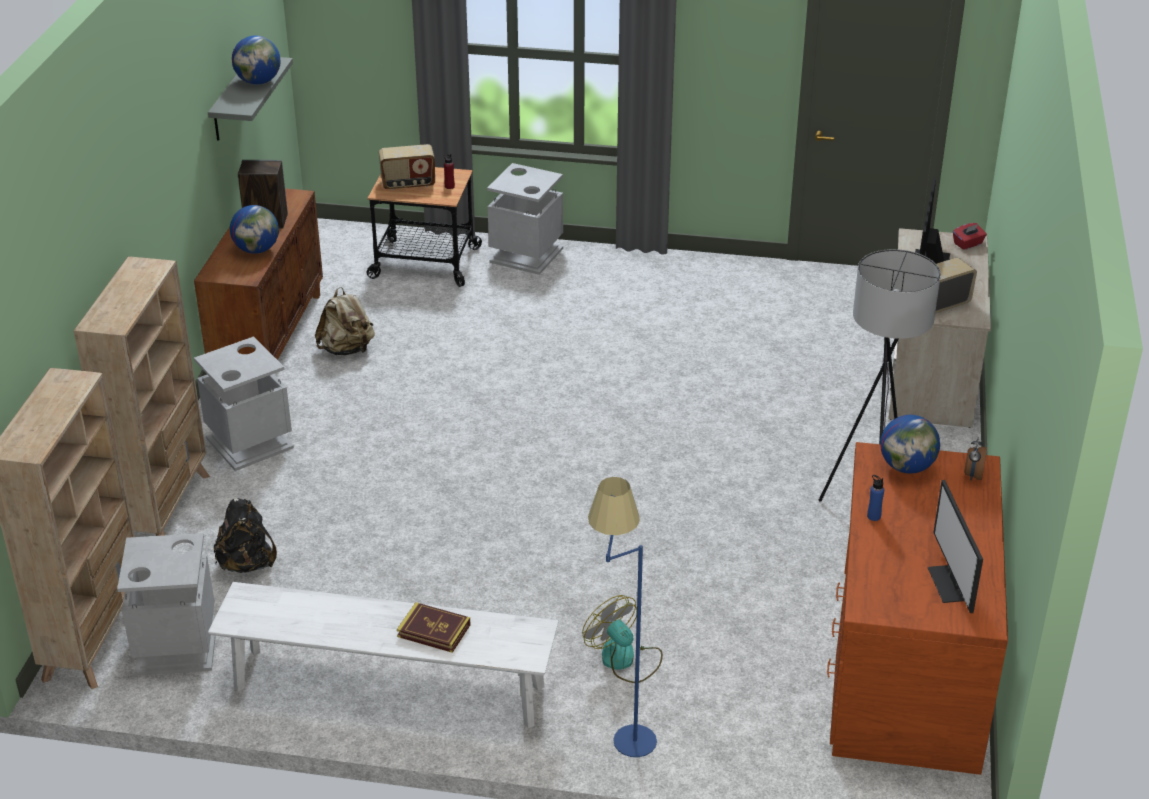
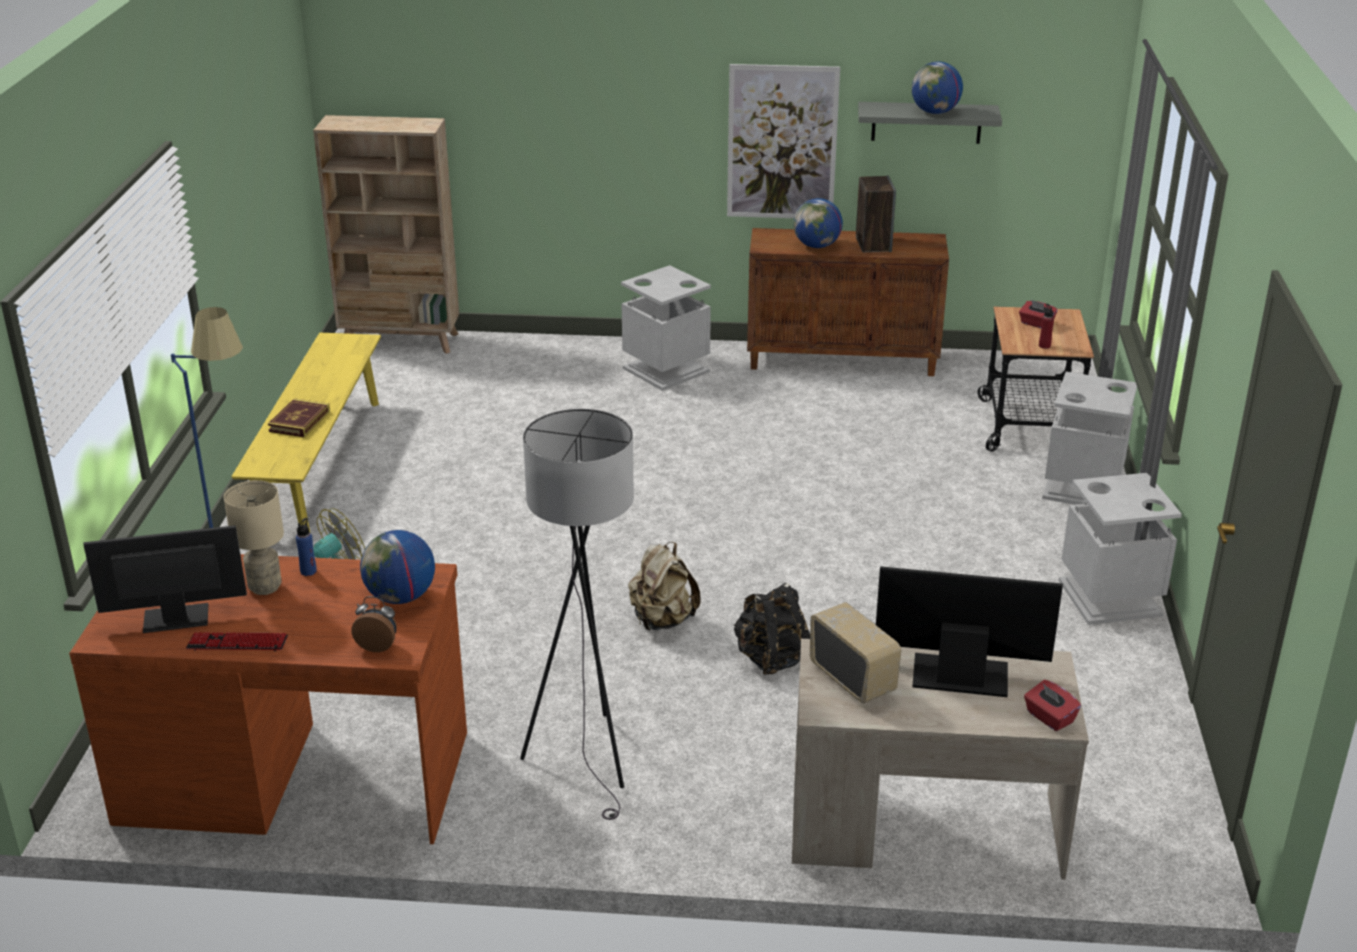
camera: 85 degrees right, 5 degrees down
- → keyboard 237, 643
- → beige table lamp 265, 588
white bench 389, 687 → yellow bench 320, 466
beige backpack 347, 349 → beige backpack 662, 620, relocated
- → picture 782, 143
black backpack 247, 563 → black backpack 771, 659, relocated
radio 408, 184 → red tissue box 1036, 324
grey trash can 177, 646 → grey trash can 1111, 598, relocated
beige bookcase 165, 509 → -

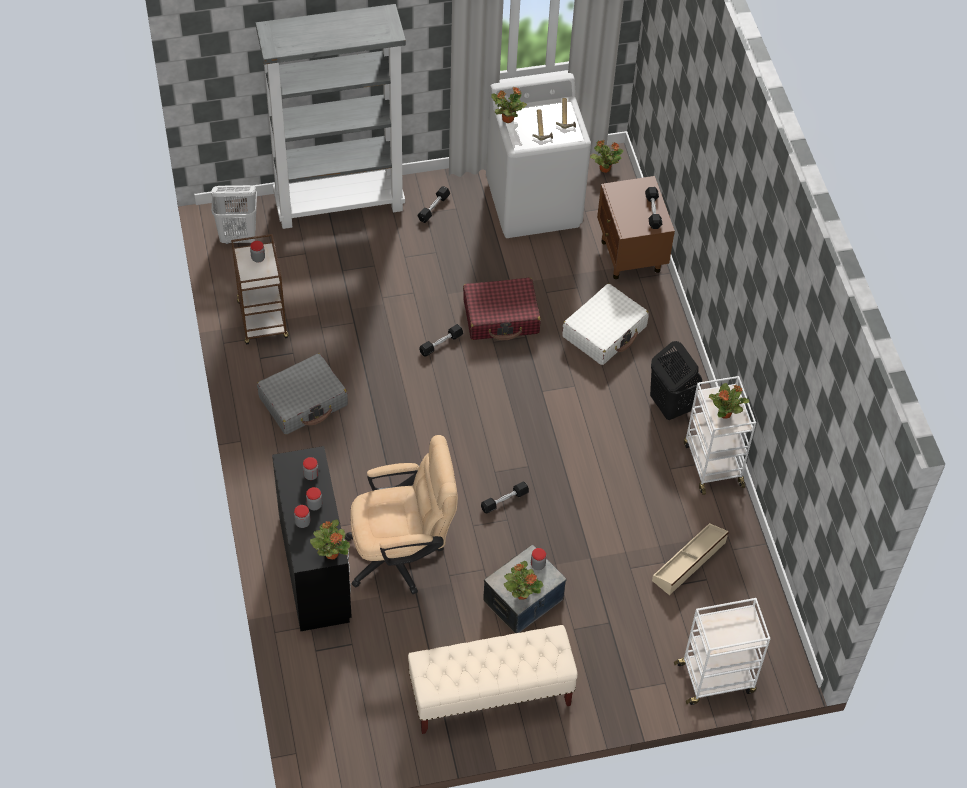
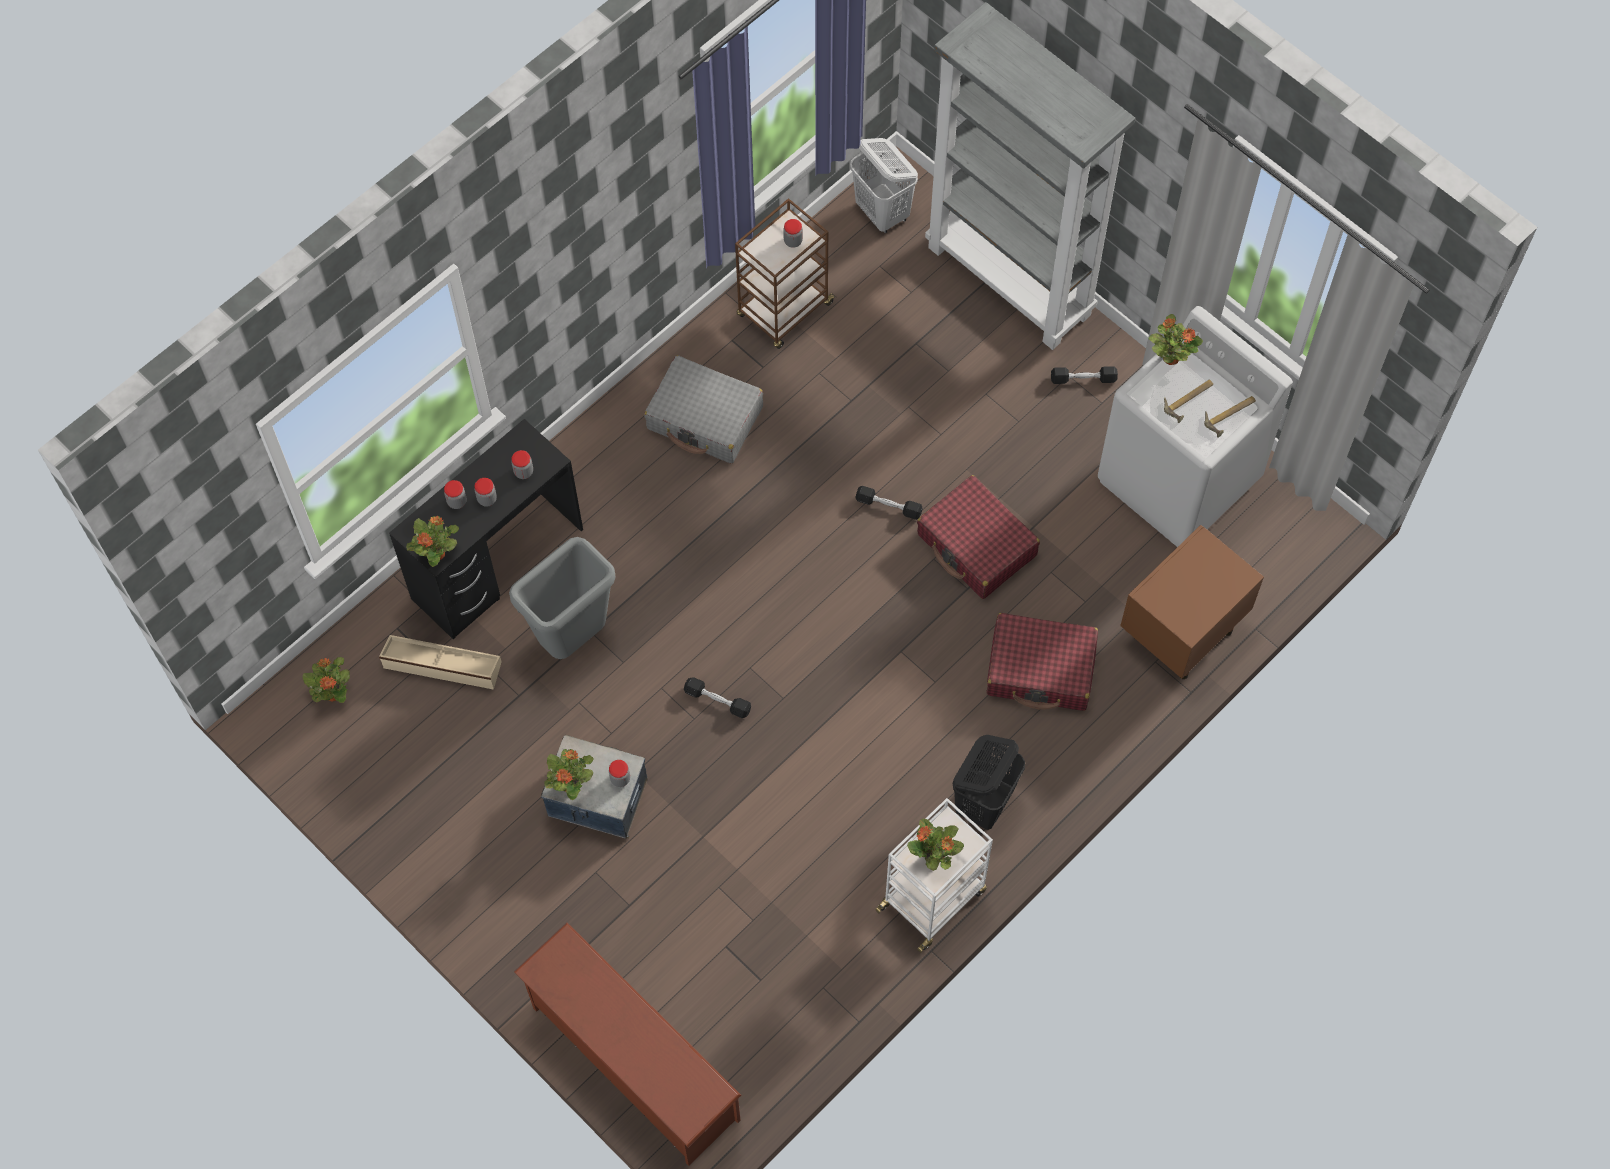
camera: 60 degrees right, 10 degrees up
potted plant 604, 168 → potted plant 333, 693, relocated
beige storage box 689, 562 → beige storage box 442, 666, relocated
beige office chair 402, 554 → grey trash can 573, 639
white cart 716, 678 → brown shoe rack 632, 1063
white suitcase 604, 332 → red suitcase 1041, 669
beige bench 490, 695 → -
black dumbbell 653, 211 → -

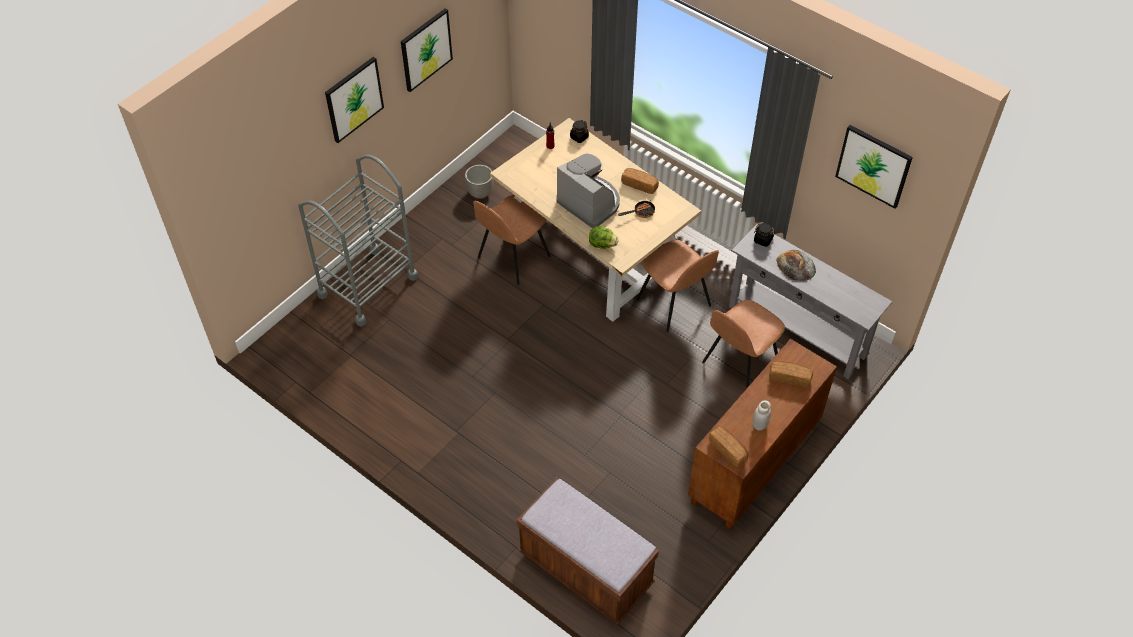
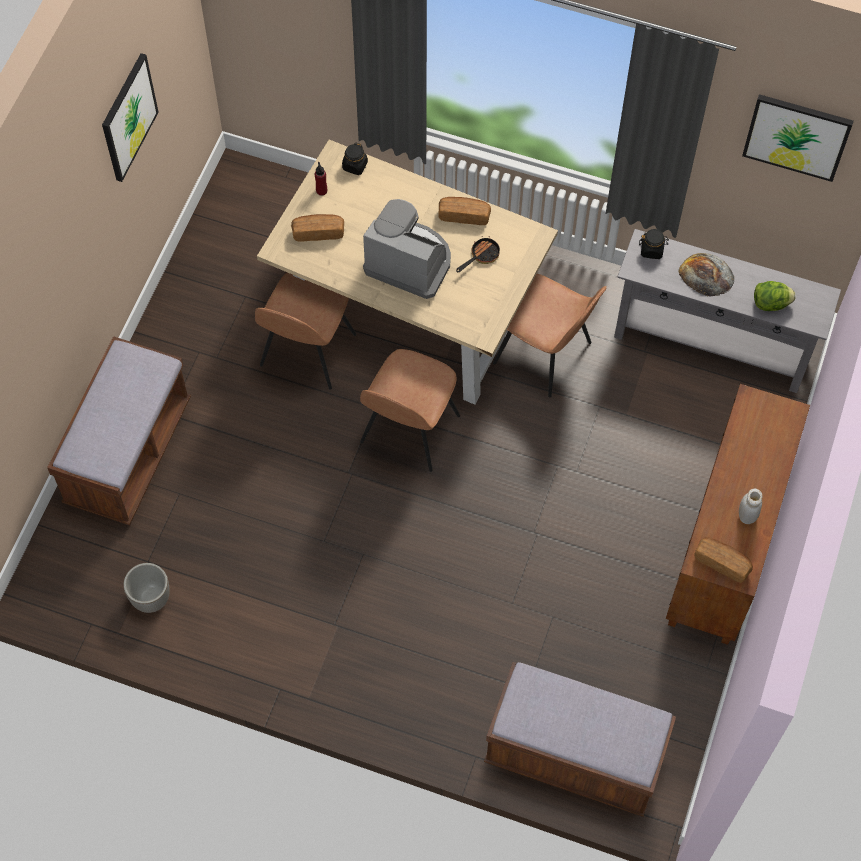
camera: 20 degrees left, 10 degrees up
grey cart 368, 286 → brown bench 128, 453
planter 480, 193 → planter 150, 598, relocated
bread 789, 377 → bread 318, 232, relocated
brown chair 739, 365 → brown chair 408, 431, relocated
lettuce 602, 244 → lettuce 770, 303, relocated
picture 353, 99 → -

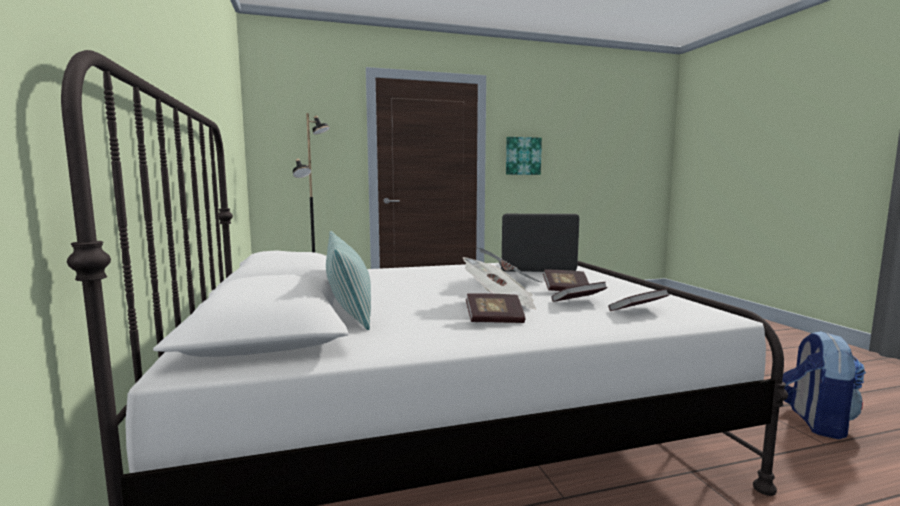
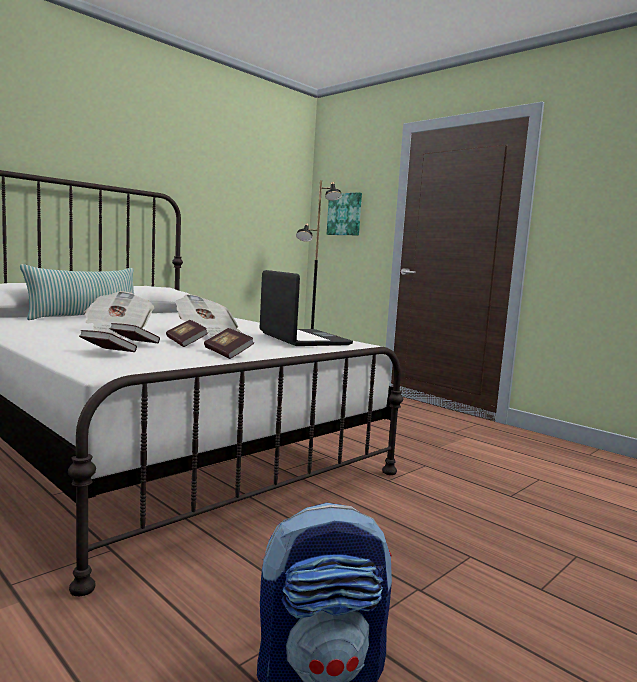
camera: 60 degrees right, 0 degrees up
book 494, 320 → book 228, 354, relocated
picture 522, 156 → picture 345, 214, relocated

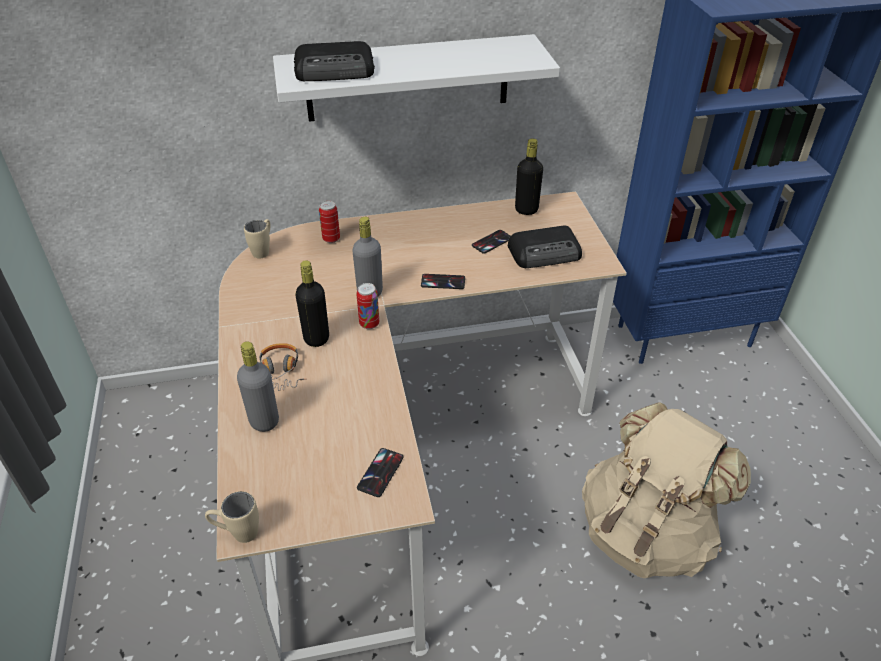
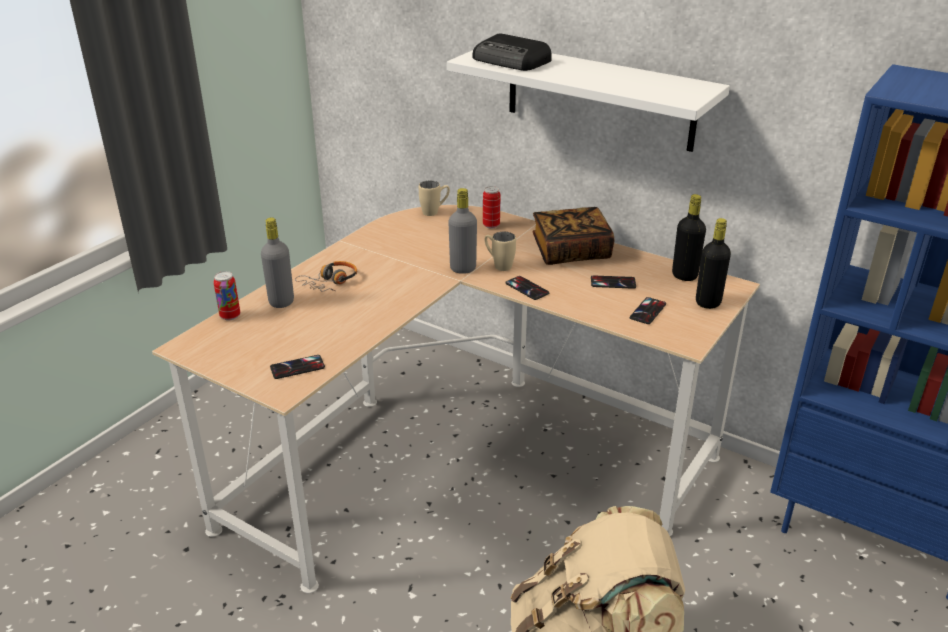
camera: 45 degrees right, 10 degrees down
can 369, 324 → can 230, 316, relocated
beige mug 237, 533 → beige mug 498, 265, relocated
- → book 571, 251
radio 546, 253 → phone 648, 311
black bottle 316, 338 → black bottle 708, 302, relocated

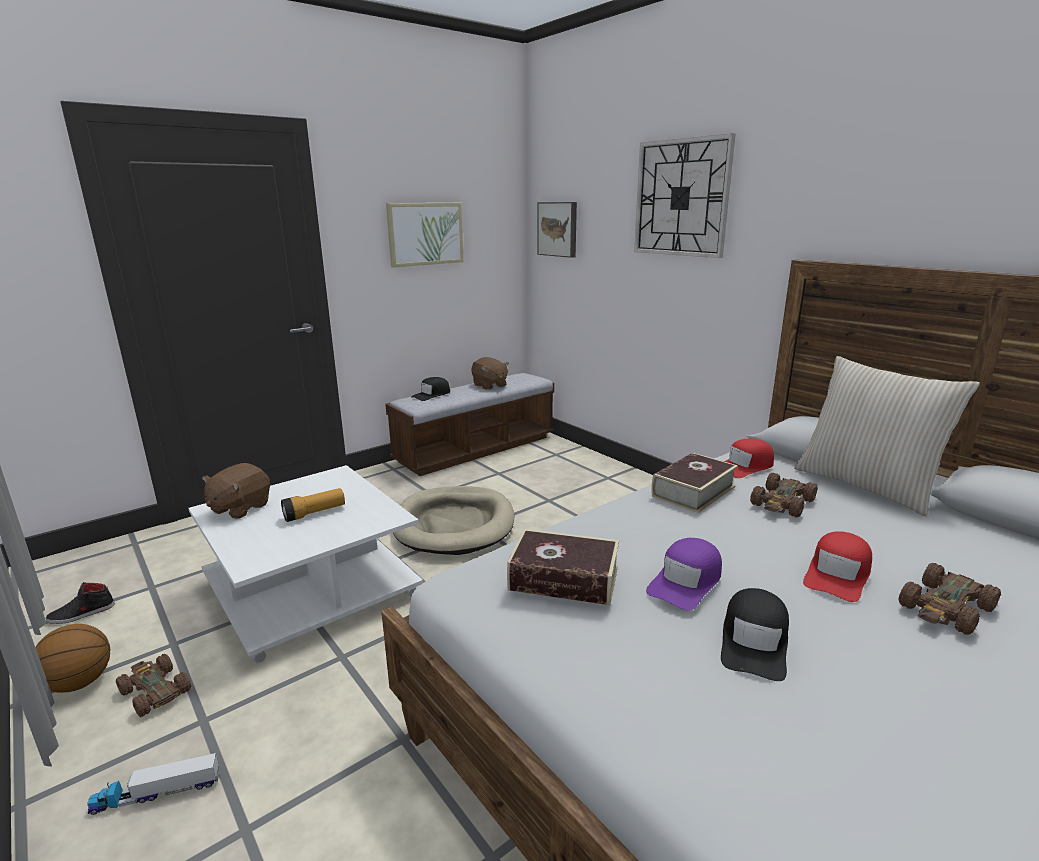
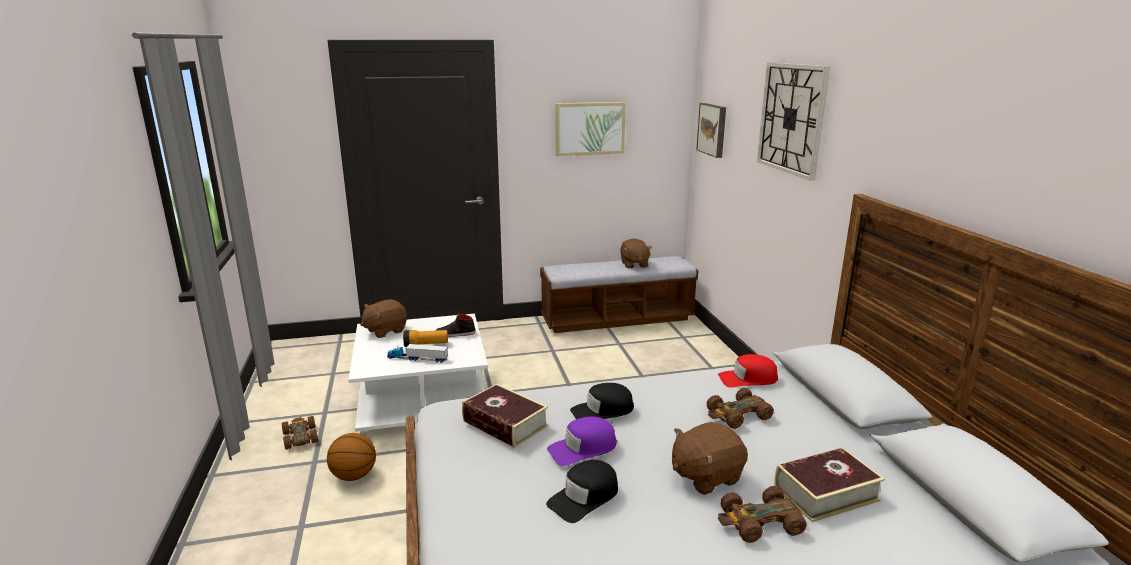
camera: 25 degrees right, 0 degrees up
basketball 80, 683 → basketball 354, 476, relocated
toy truck 157, 793 → toy truck 417, 359, relocated
black shoe 81, 614 → black shoe 455, 334, relocated
black cap 431, 395 → black cap 602, 411, relocated
red cap 838, 574 → brown plush toy 705, 476
book 693, 491 → book 826, 493, relocated
beige dog bed 454, 524 → -
beige pillow 866, 485 → -

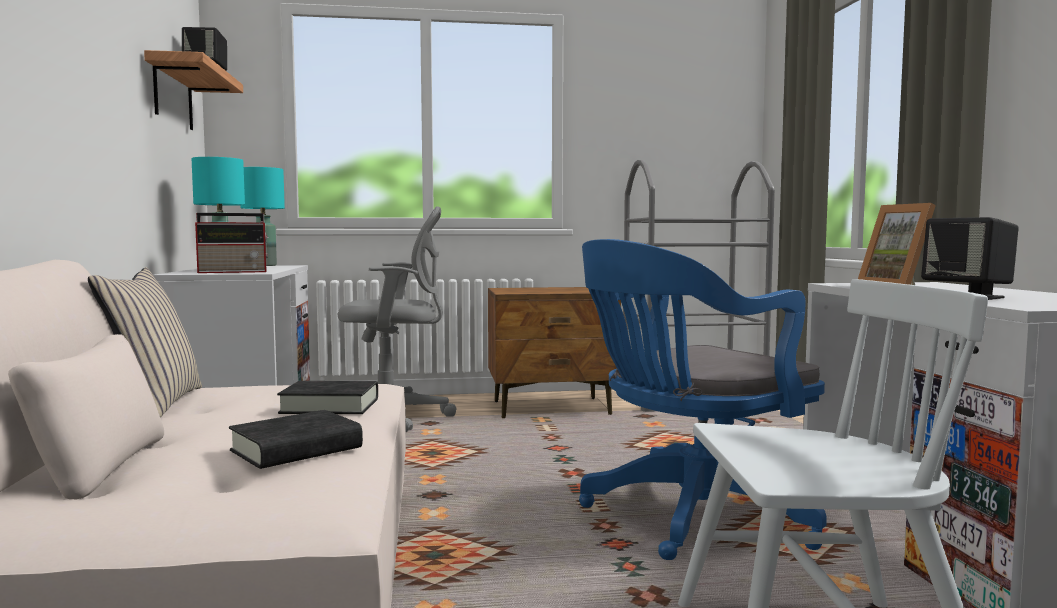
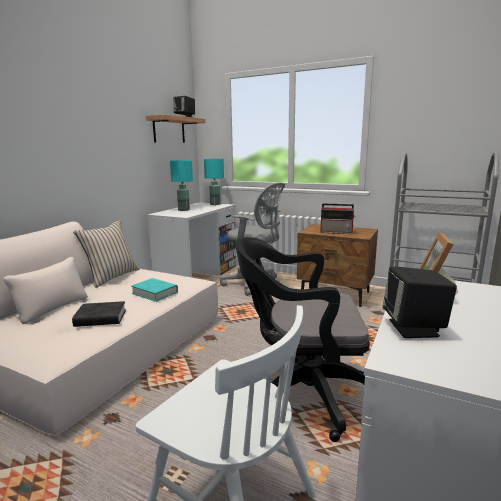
camera: 35 degrees right, 10 degrees up
black book 330, 406 → turquoise book 155, 293
blue office chair 690, 517 → black office chair 301, 392
radio 234, 272 → radio 337, 232, relocated

